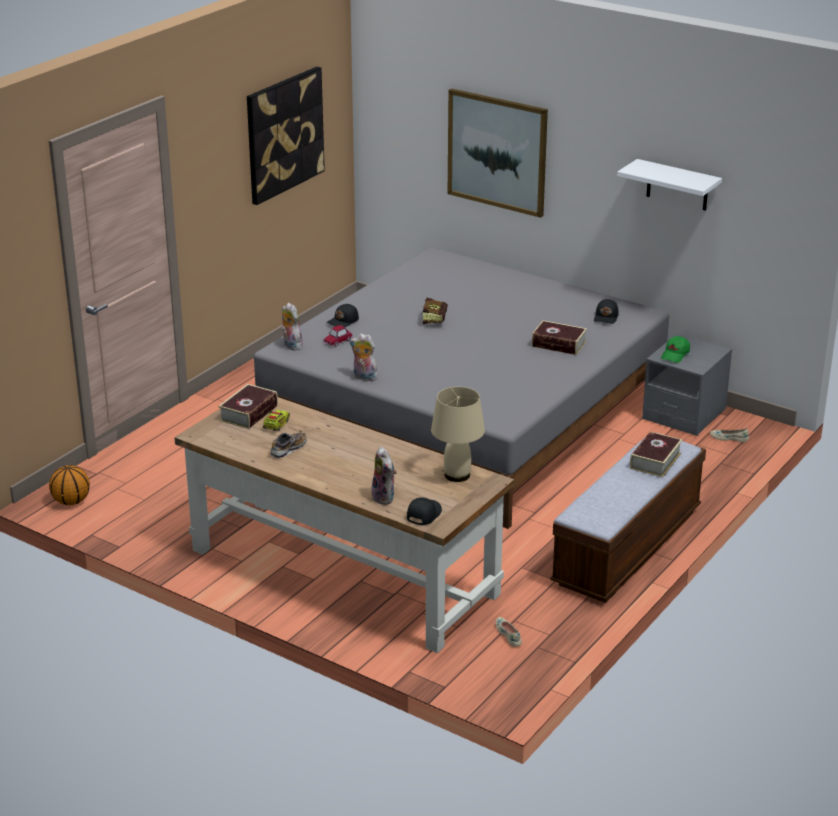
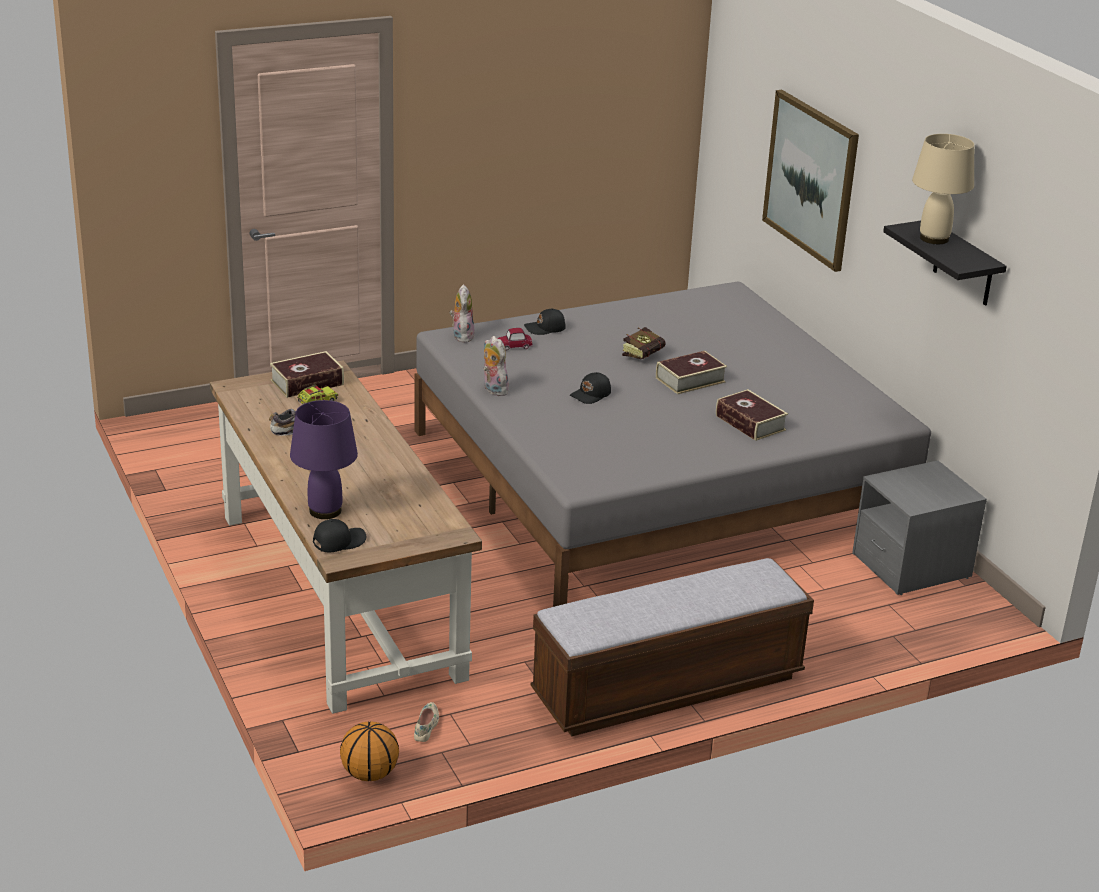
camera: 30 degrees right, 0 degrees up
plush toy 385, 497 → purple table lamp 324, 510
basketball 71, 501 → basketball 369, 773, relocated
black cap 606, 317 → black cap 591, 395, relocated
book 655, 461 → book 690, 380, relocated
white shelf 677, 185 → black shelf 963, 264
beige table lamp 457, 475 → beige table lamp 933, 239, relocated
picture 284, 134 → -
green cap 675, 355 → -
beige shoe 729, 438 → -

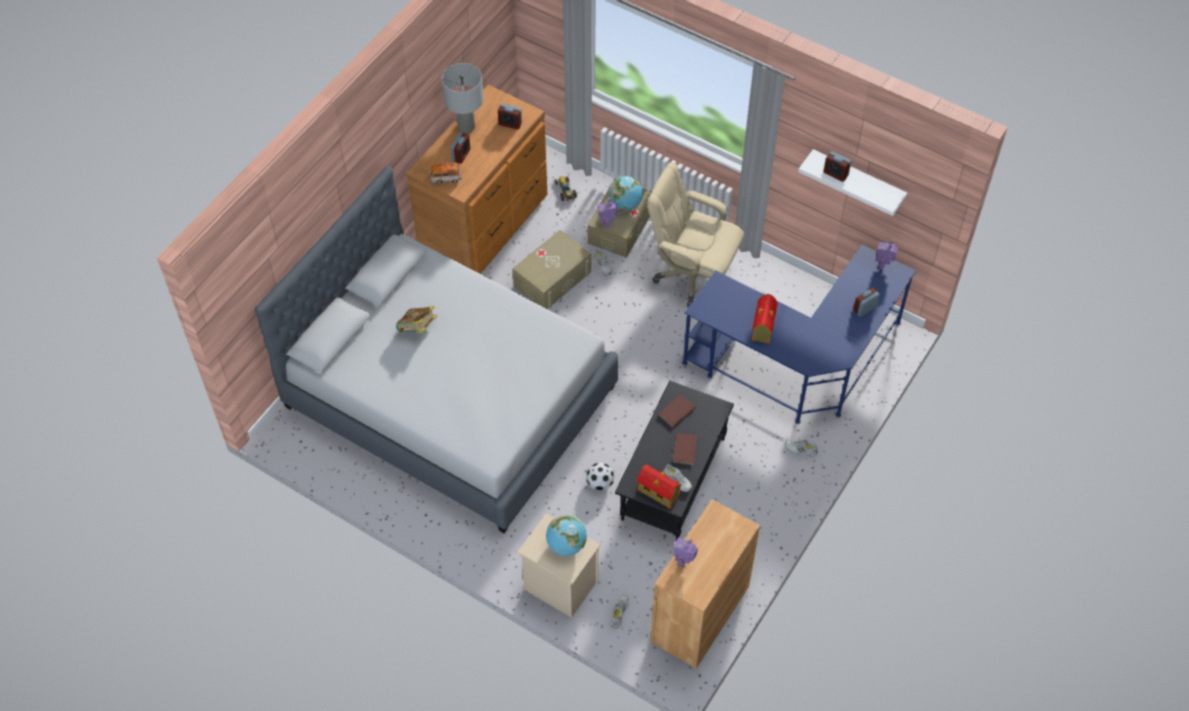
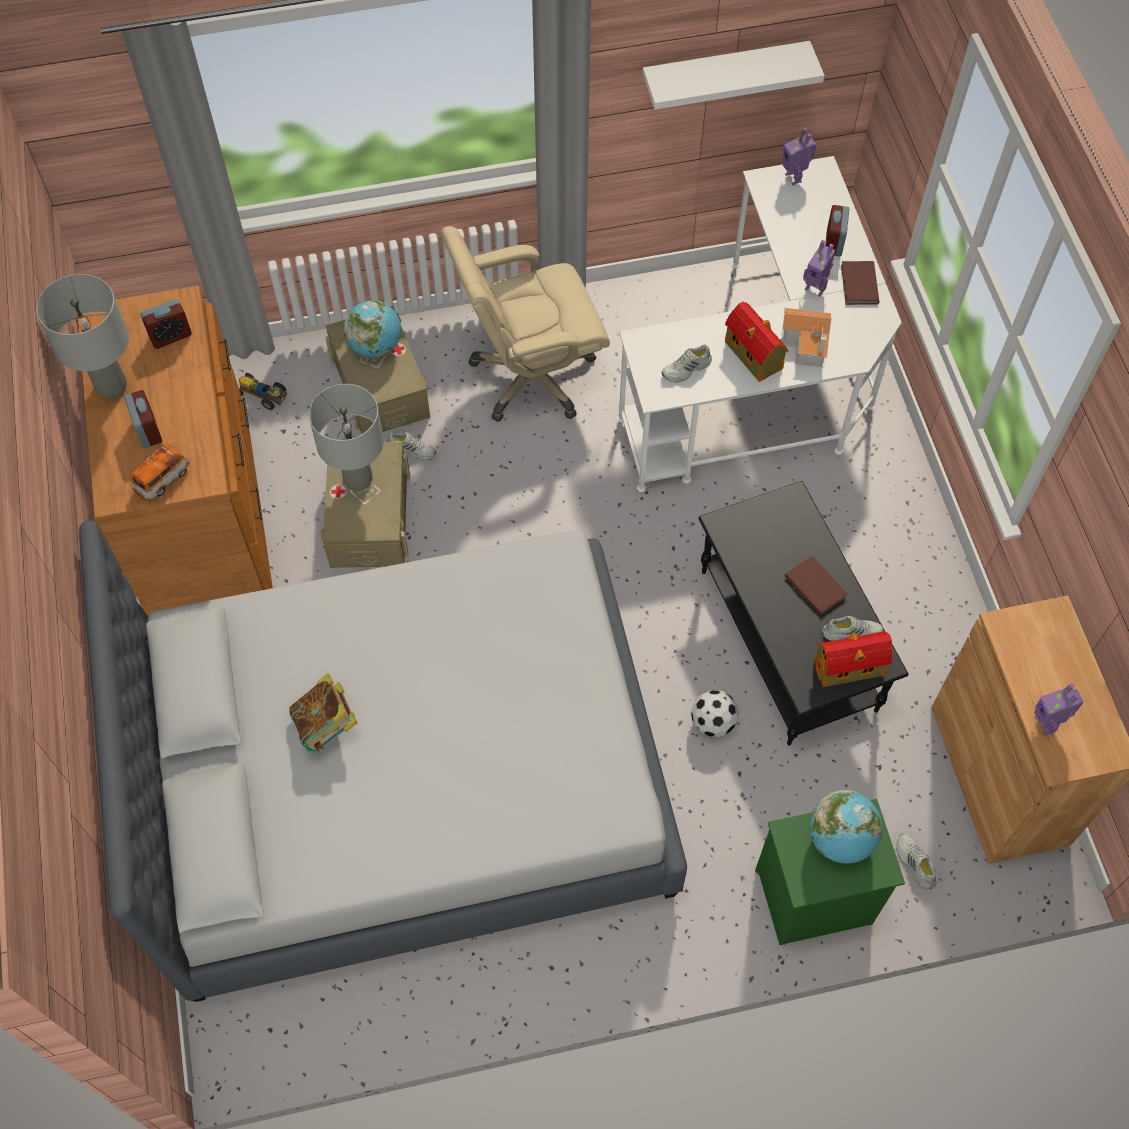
camera: 45 degrees left, 5 degrees up
- → grey table lamp 358, 478
blue desk 799, 363 → white desk 765, 382
white shoe 800, 450 → white shoe 686, 369, relocated
beige nightstand 559, 586 → green nightstand 813, 898
- → toy house 807, 344
toy robot 607, 224 → toy robot 815, 288, relocated
brown book 675, 411 → brown book 858, 285, relocated
alarm clock 835, 174 → -

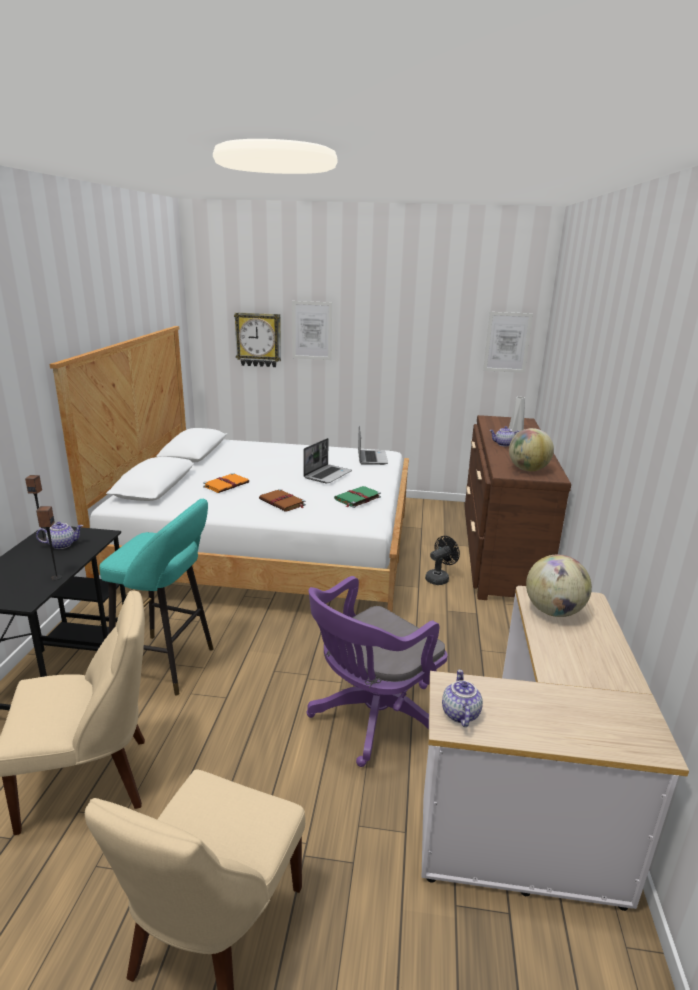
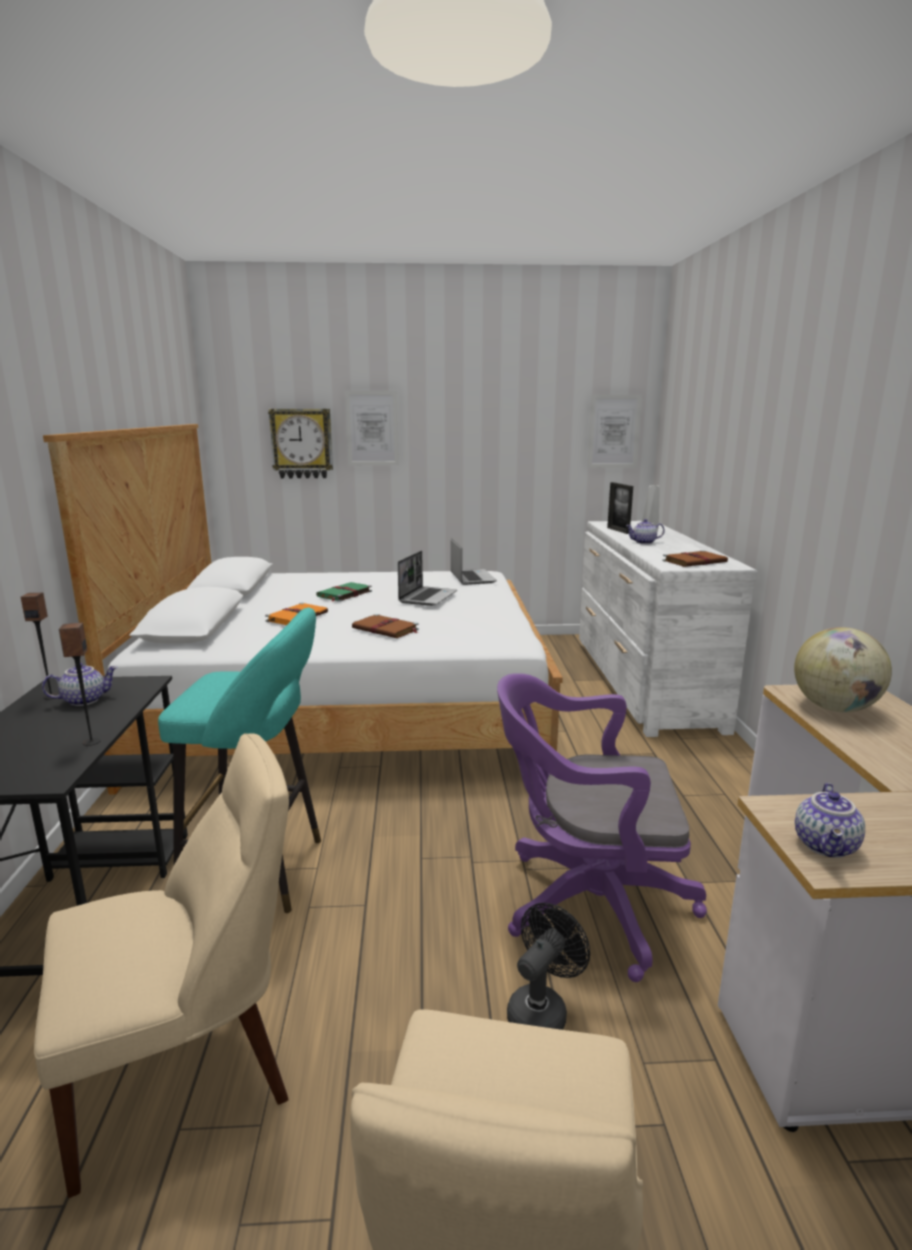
camera: 10 degrees left, 5 degrees down
green book 357, 498 → green book 344, 594, relocated
purple office chair 371, 719 → purple office chair 586, 903, 60 degrees clockwise
black fan 439, 578 → black fan 541, 1010, relocated
brown dresser 500, 551 → white dresser 643, 681
- → picture frame 618, 530
globe 528, 470 → brown book 695, 561
teapot 459, 713 → teapot 827, 846, 150 degrees counterclockwise

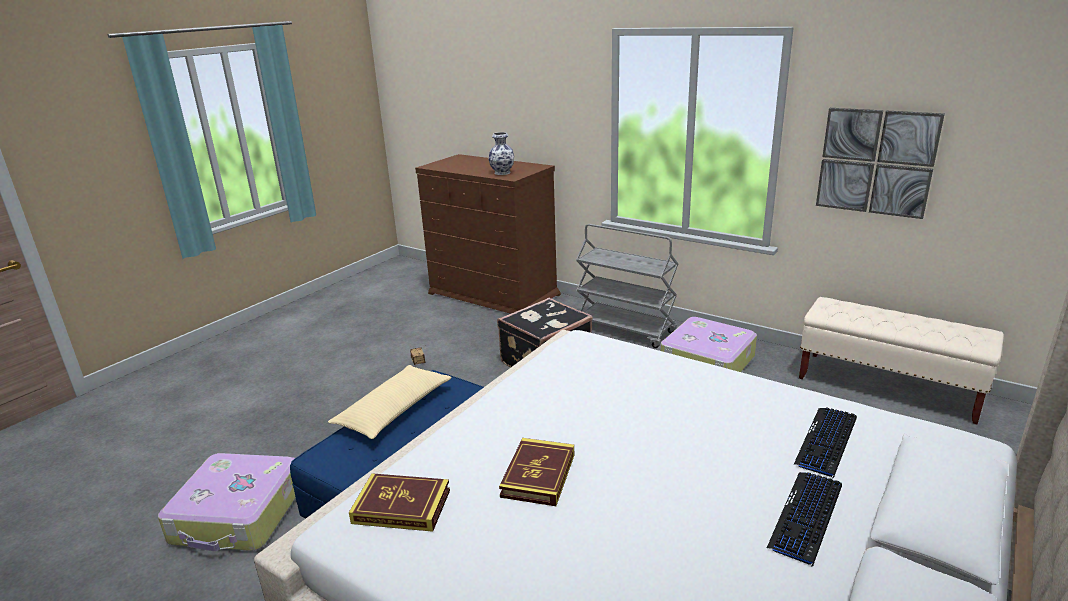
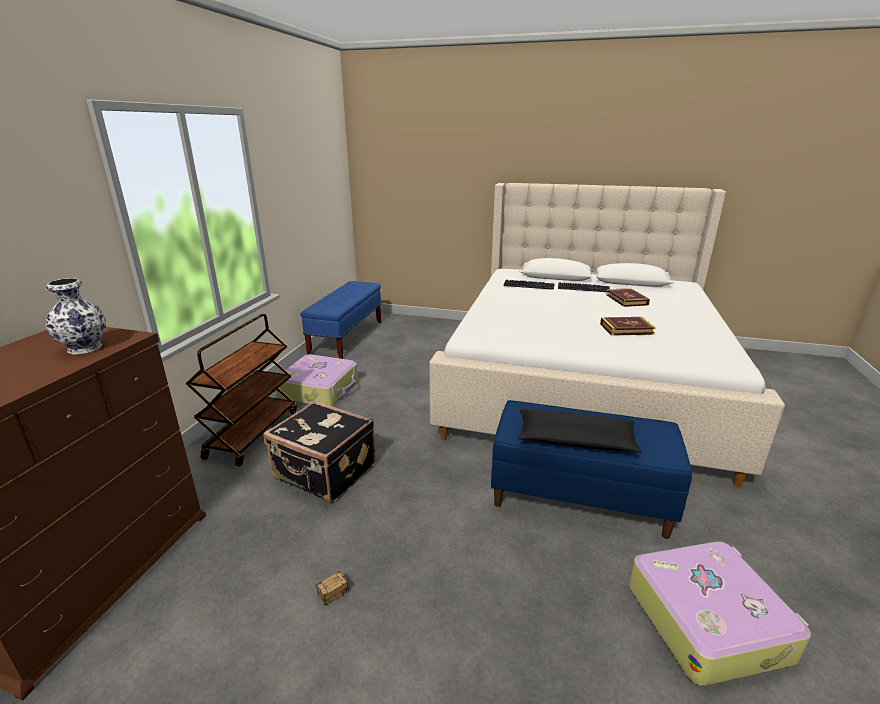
camera: 110 degrees left, 0 degrees up
grey cart 625, 330 → brown cart 253, 433
beige bench 888, 387 → blue bench 347, 337
beige pillow 394, 410 → black pillow 575, 440
book 401, 506 → book 626, 300, relocated
picture 876, 162 → -

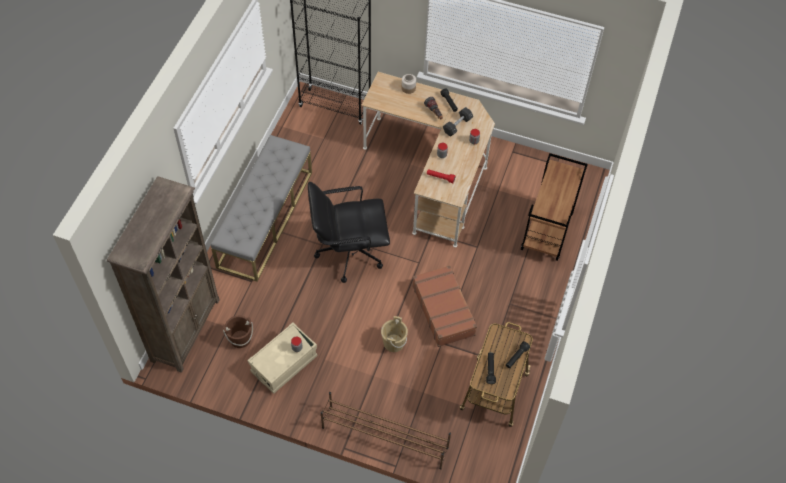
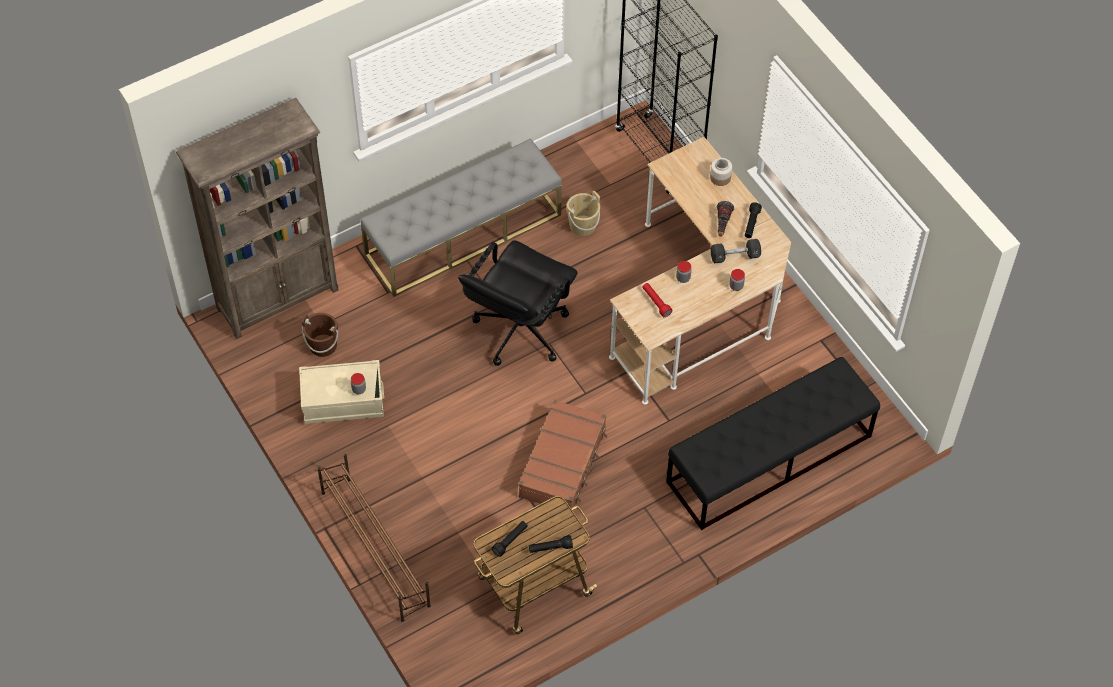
camera: 40 degrees right, 0 degrees up
black office chair 349, 252 → black office chair 519, 330, 90 degrees counterclockwise
beige bucket 393, 343 → beige bucket 582, 225, relocated
brown cart 547, 232 → black bench 769, 459

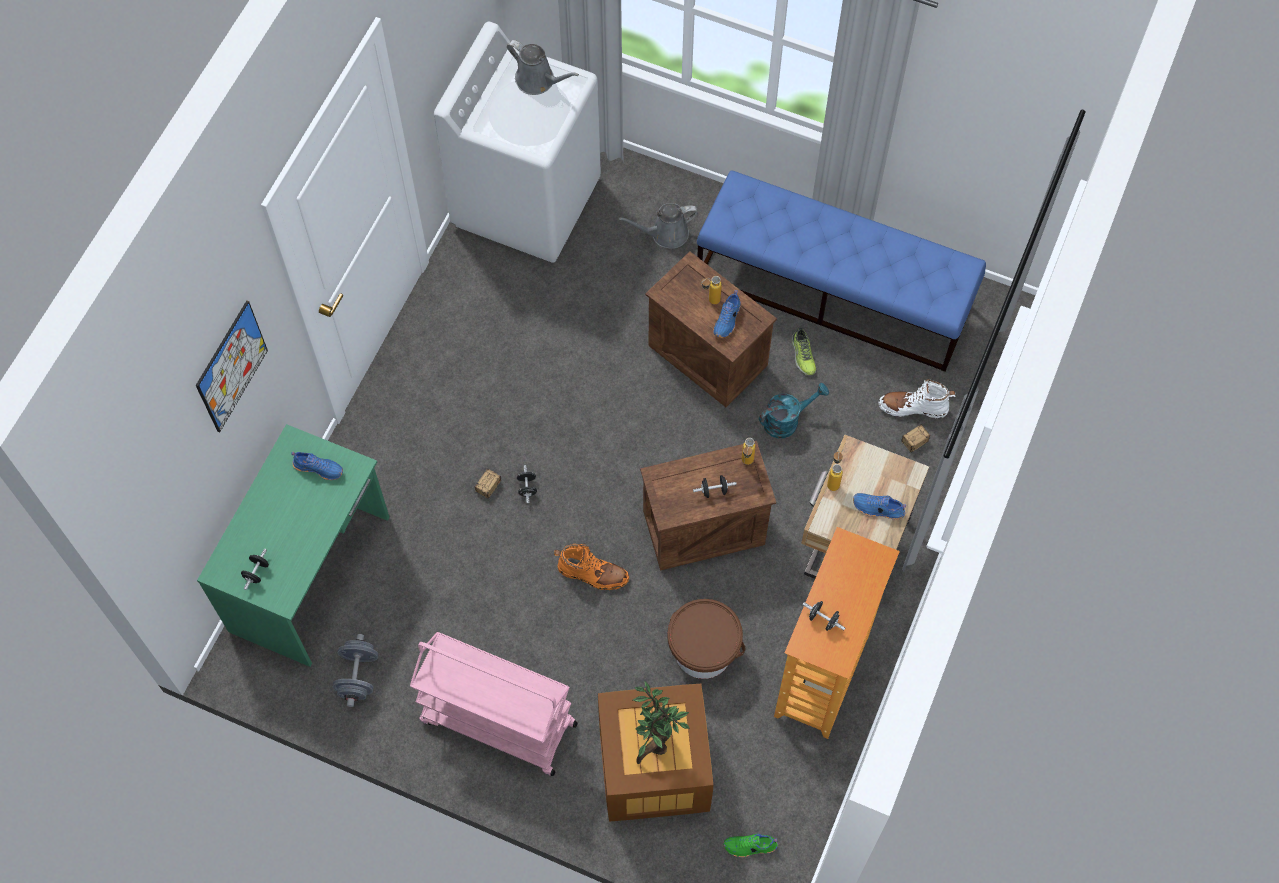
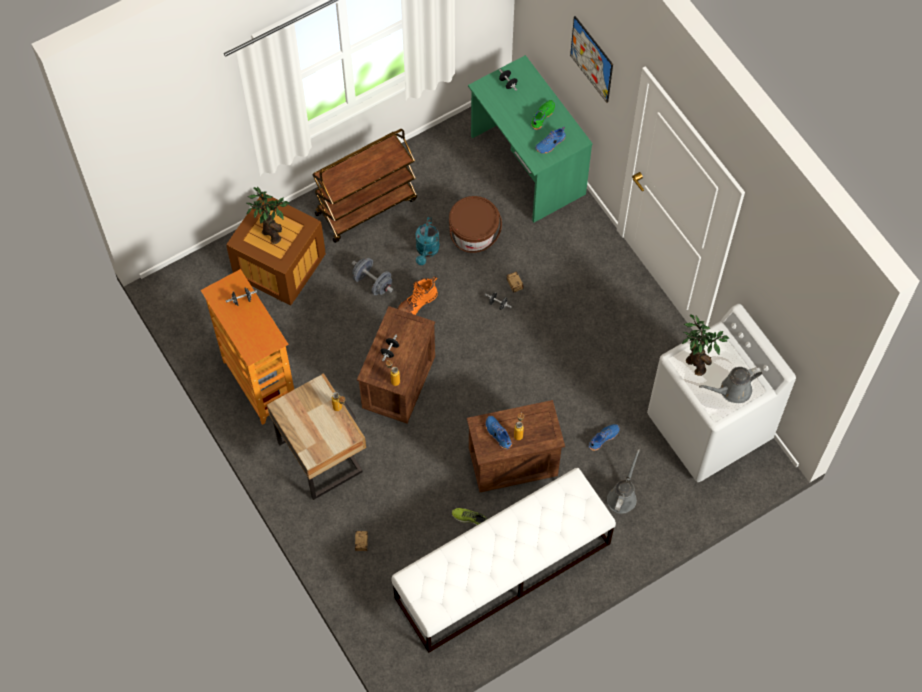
camera: 125 degrees right, 0 degrees up
pink cart 497, 723 → brown cart 366, 206
grey dumbbell 358, 676 → grey dumbbell 372, 282, relocated
blue bench 834, 292 → white bench 502, 571
turquoise watering can 787, 420 → turquoise watering can 427, 251, relocated
brown bucket 703, 652 → brown bucket 473, 236, relocated
green shoe 750, 847 → green shoe 542, 116, relocated
blue shoe 878, 509 → blue shoe 603, 438, relocated
- → potted plant 695, 362
white boot 913, 407 → -

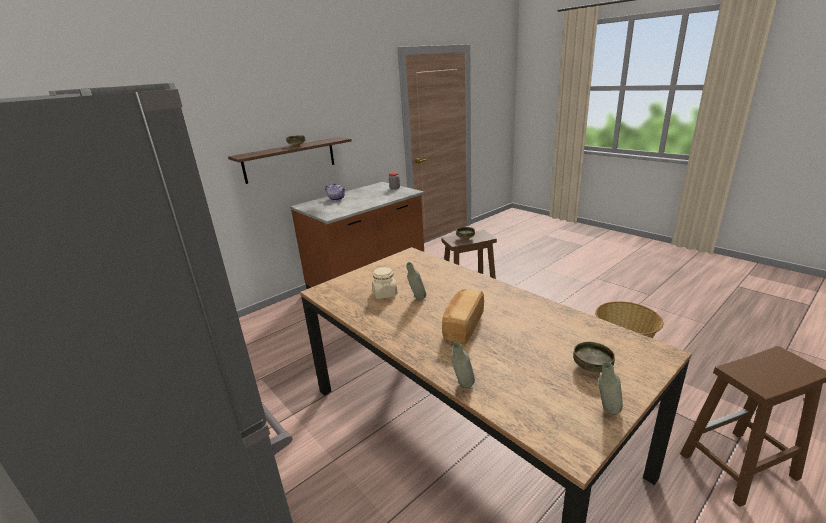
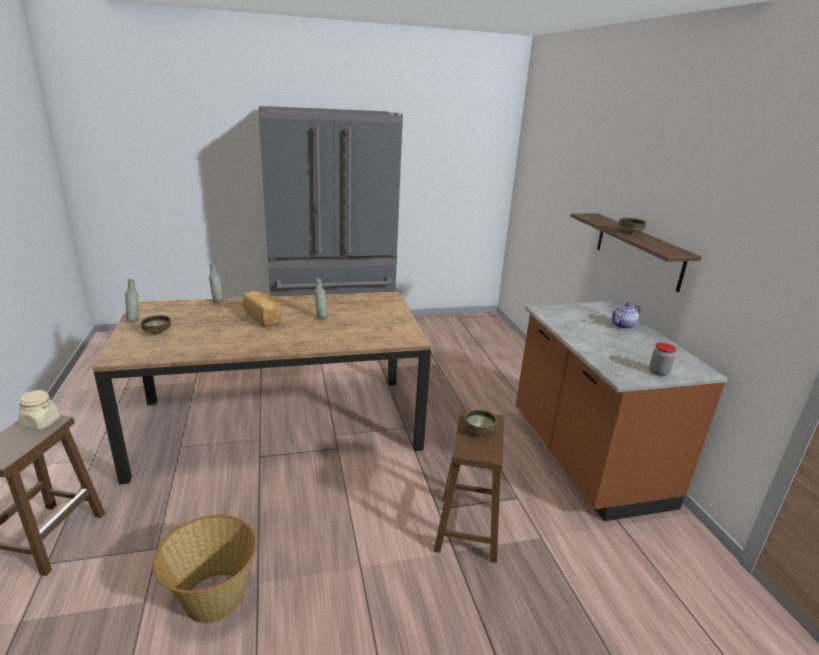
camera: 115 degrees right, 0 degrees up
beige jar 385, 294 → beige jar 41, 422, relocated

